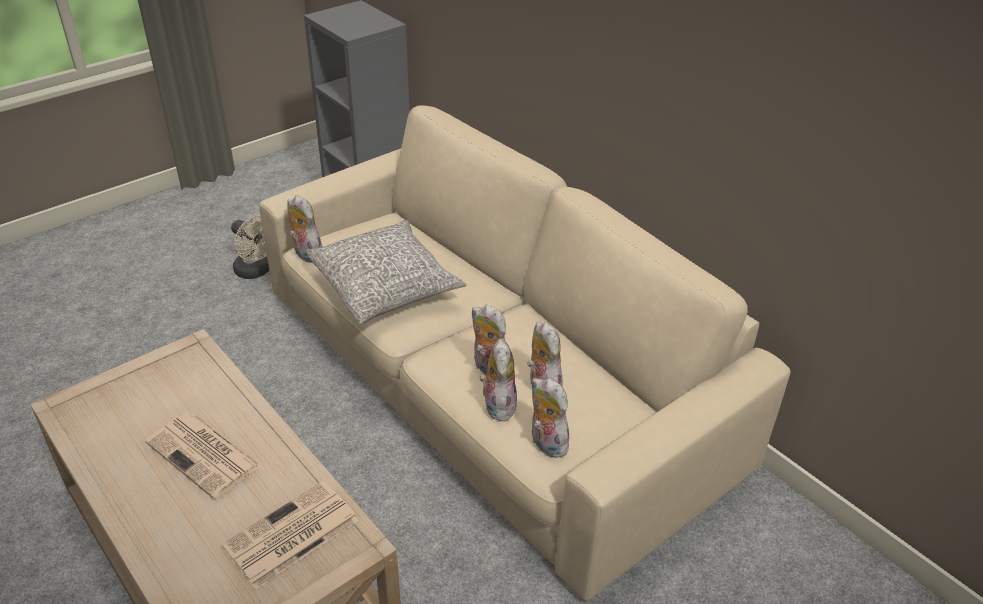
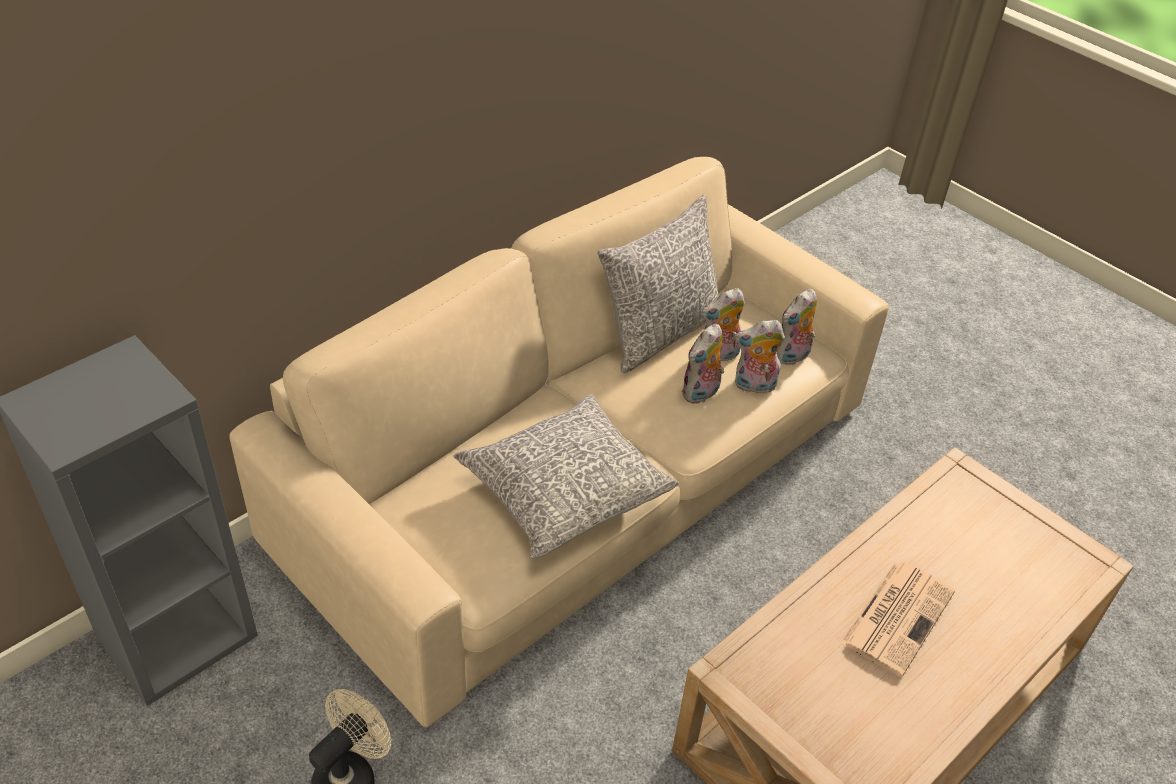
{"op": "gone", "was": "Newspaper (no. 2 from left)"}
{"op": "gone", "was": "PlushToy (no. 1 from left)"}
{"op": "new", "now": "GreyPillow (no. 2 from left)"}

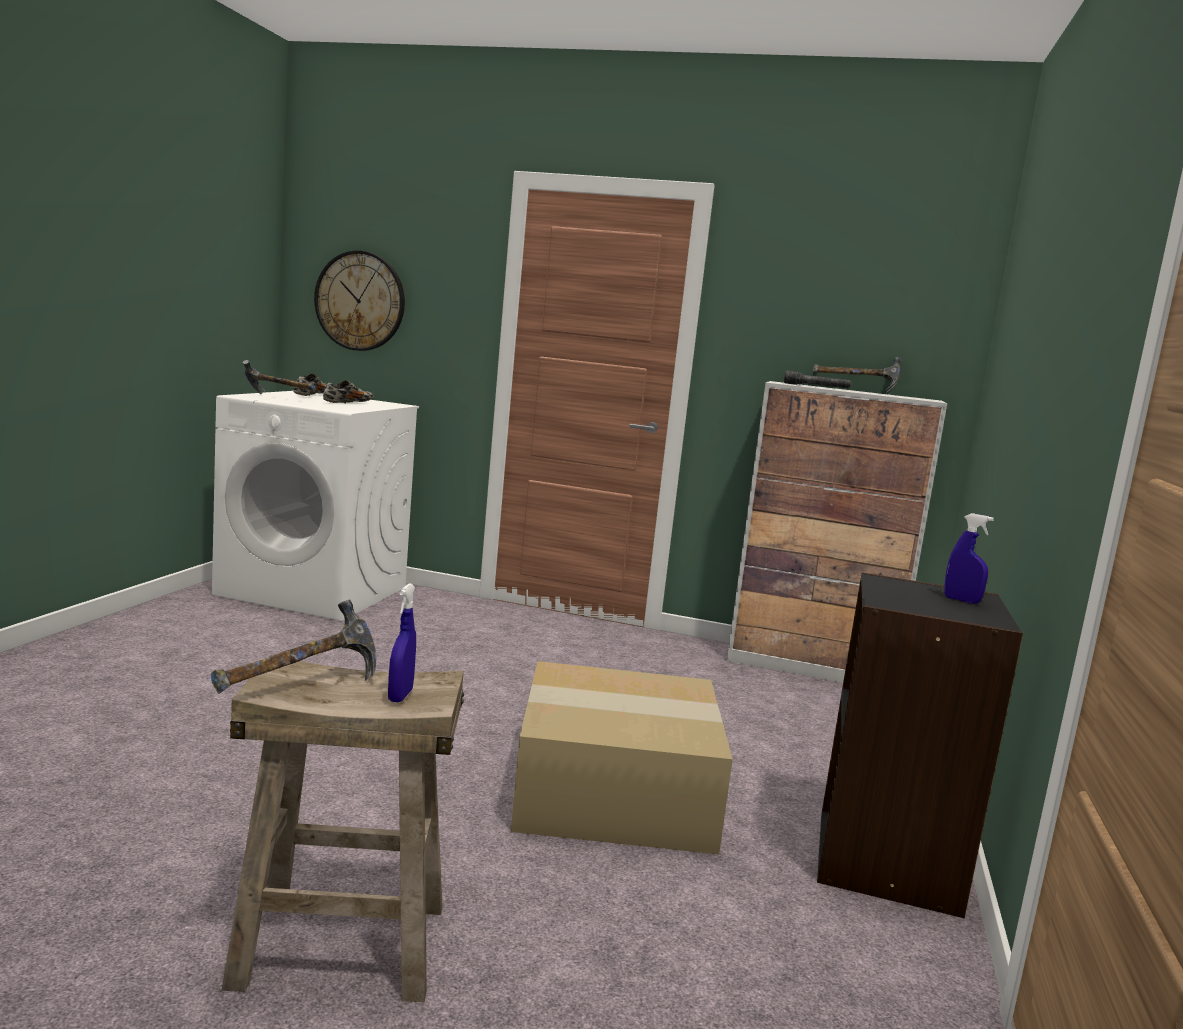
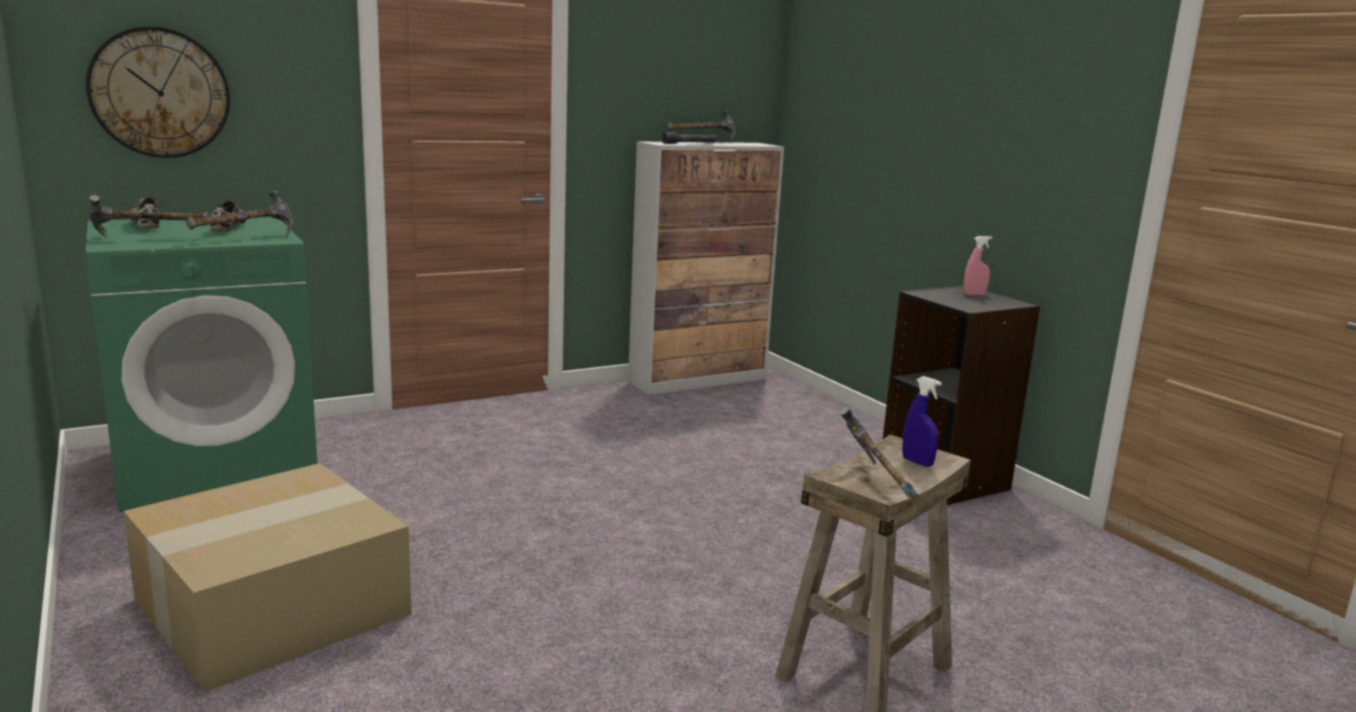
{"op": "new", "now": "Hammer (no. 2 from left)"}
{"op": "shifted", "was": "CardboardBox"}
{"op": "repainted", "was": "WhiteWashingMachine", "now": "GreenWashingMachine"}
{"op": "repainted", "was": "BlueSprayBottle (no. 2 from left)", "now": "PinkSprayBottle"}

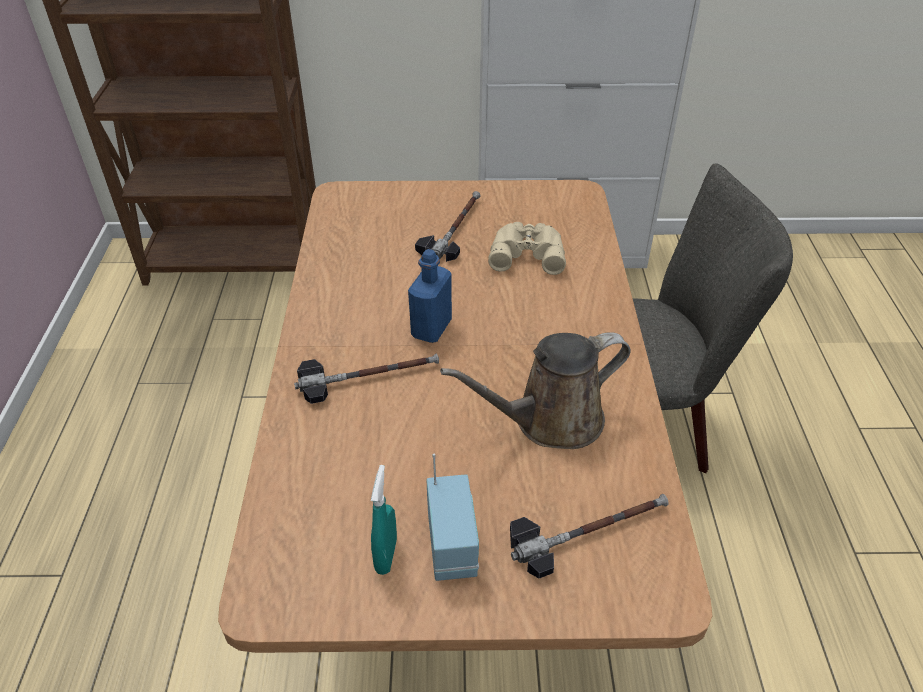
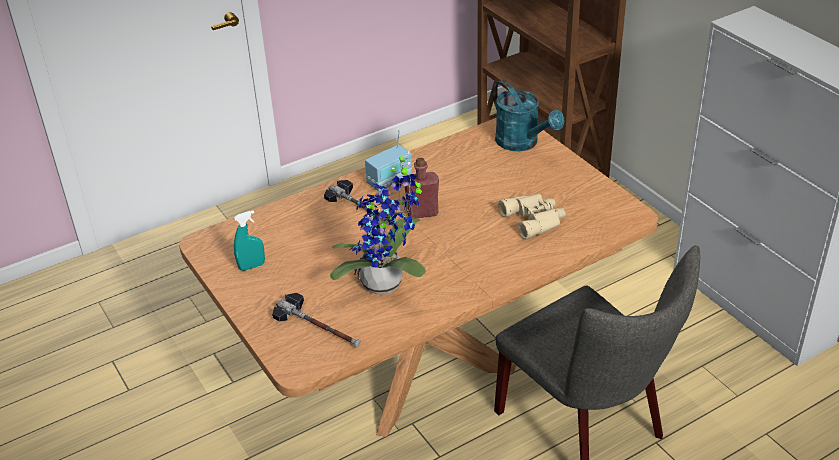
{"op": "gone", "was": "Hammer (no. 2 from left)"}
{"op": "new", "now": "TurquoiseWateringCan"}
{"op": "shifted", "was": "Radio"}
{"op": "swapped", "was": "BrownWateringCan", "now": "PottedPlant"}
{"op": "repainted", "was": "BlueBottle", "now": "RedBottle"}

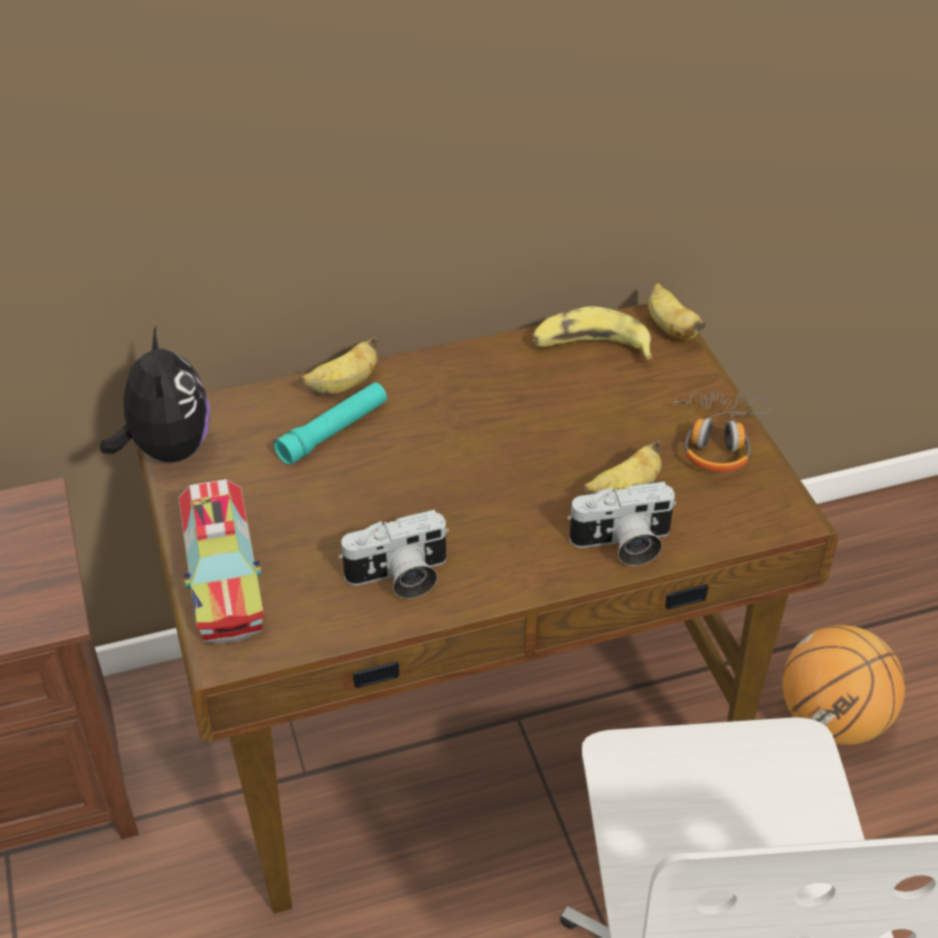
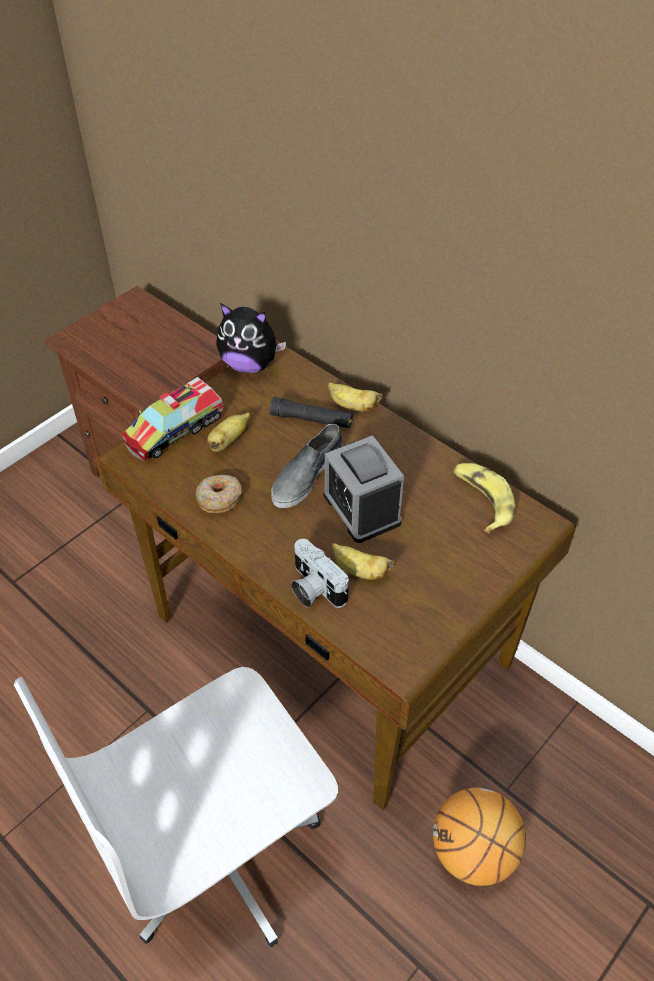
{"op": "gone", "was": "Headphones"}
{"op": "new", "now": "GreyShoe"}
{"op": "new", "now": "AlarmClock"}
{"op": "shifted", "was": "Banana (no. 4 from left in the first image)", "now": "Banana (no. 1 from left)"}
{"op": "swapped", "was": "PhotoCamera (no. 1 from left)", "now": "Donut"}
{"op": "repainted", "was": "TurquoiseFlashlight", "now": "BlackFlashlight"}
{"op": "rotated", "was": "PlushToy", "clockwise": 60}

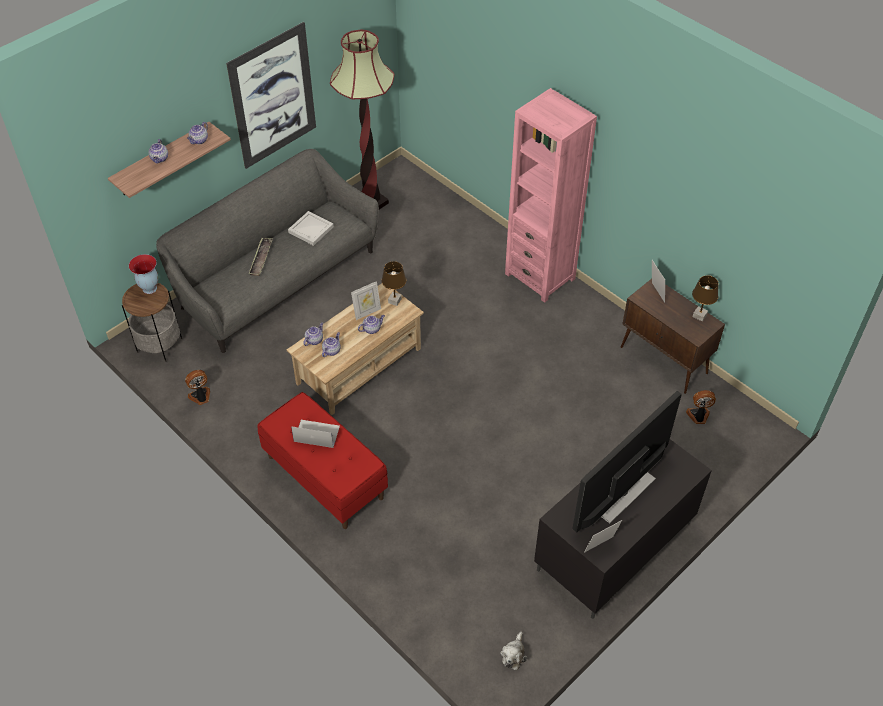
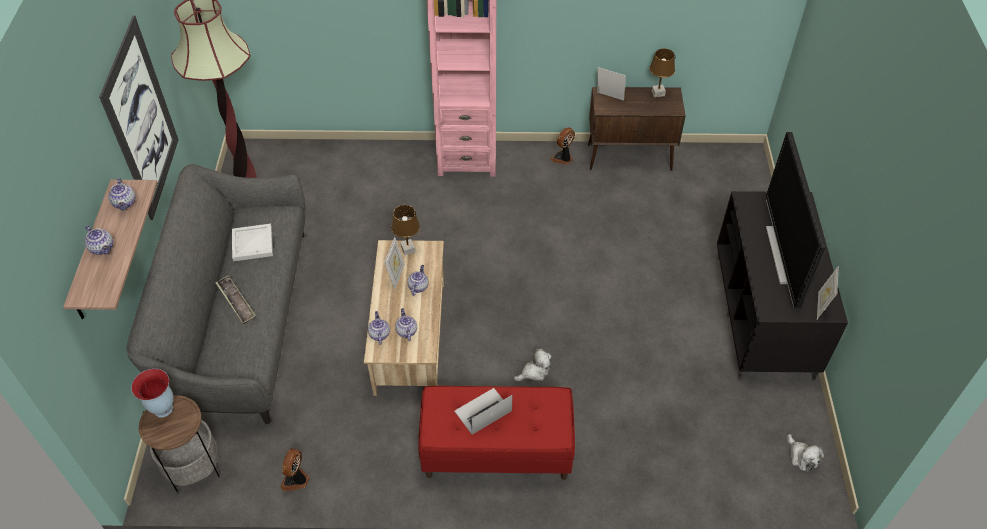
{"op": "new", "now": "PlushToy (no. 1 from left)"}
{"op": "shifted", "was": "Fan (no. 2 from left)"}

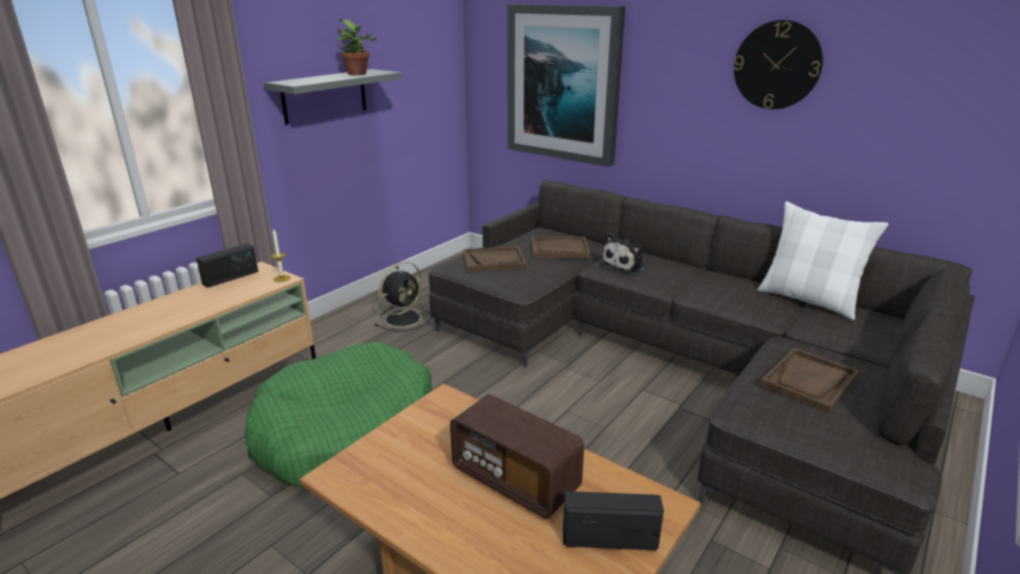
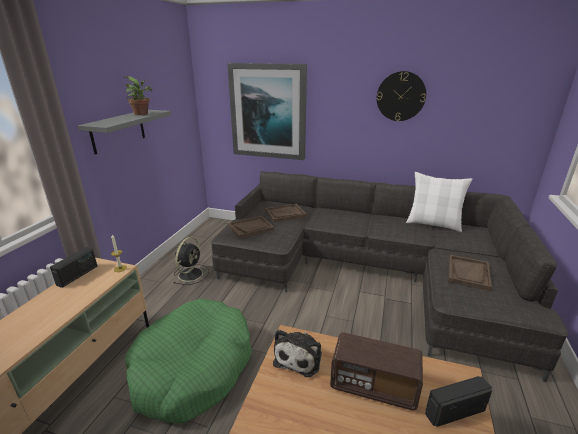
{"op": "shifted", "was": "PlushToy"}

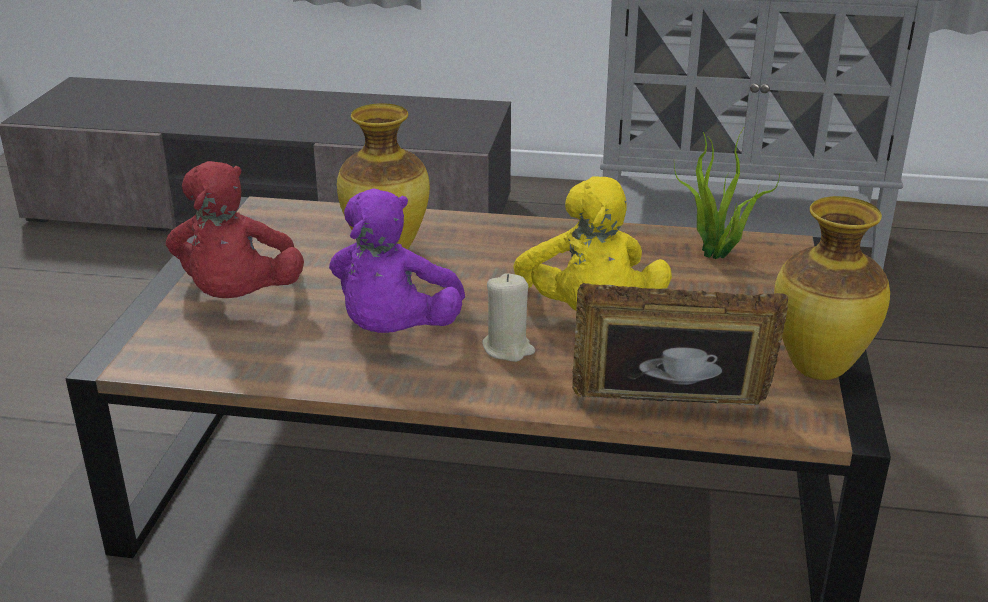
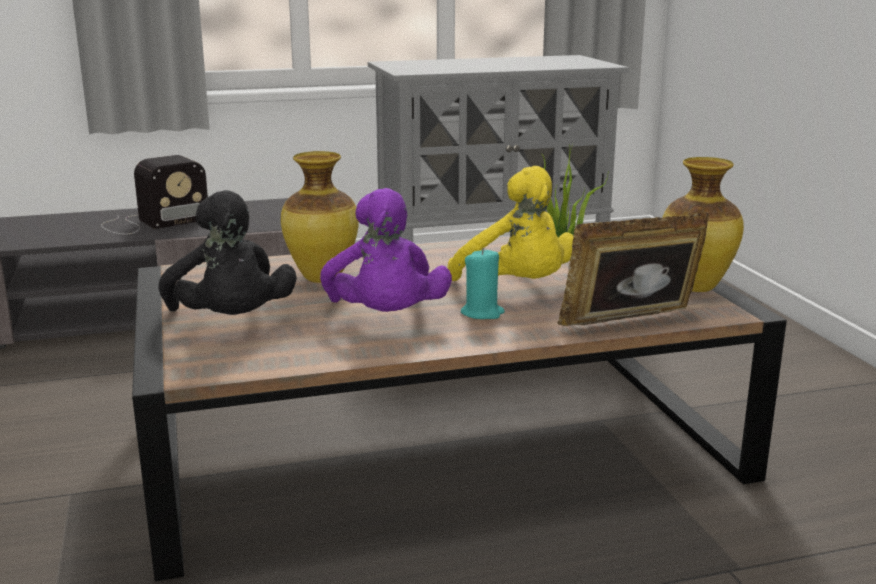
{"op": "new", "now": "Radio"}
{"op": "repainted", "was": "RedPlushToy", "now": "BlackPlushToy"}
{"op": "repainted", "was": "BeigeCandle", "now": "TurquoiseCandle"}

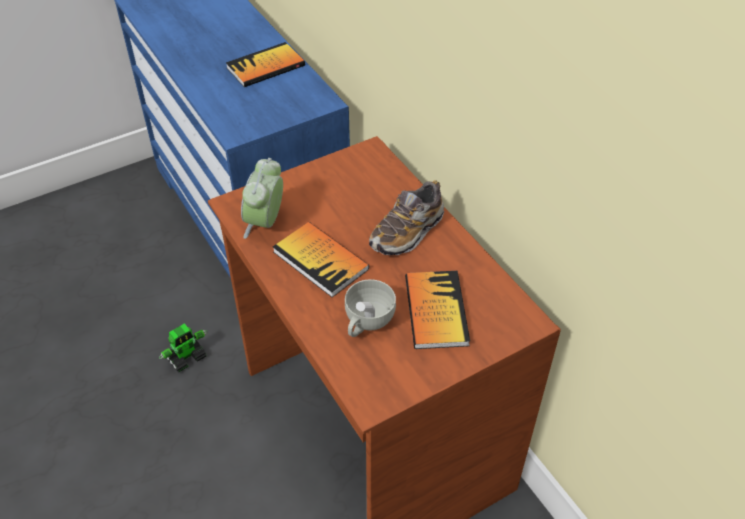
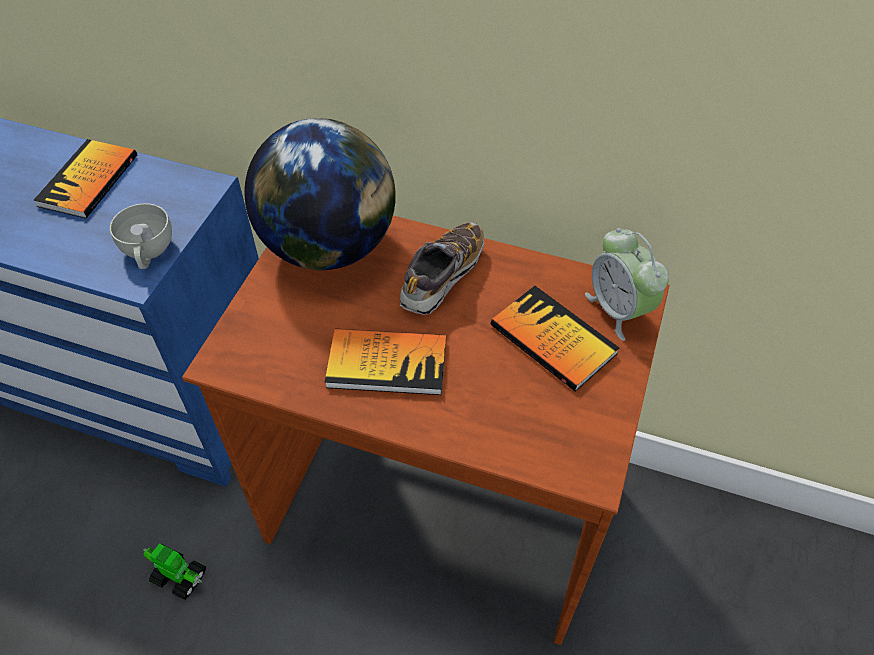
{"op": "new", "now": "Globe"}
{"op": "shifted", "was": "AlarmClock"}
{"op": "shifted", "was": "WhiteCup"}
{"op": "rotated", "was": "ToyRobot", "clockwise": -75}
{"op": "rotated", "was": "Shoe", "clockwise": -150}

